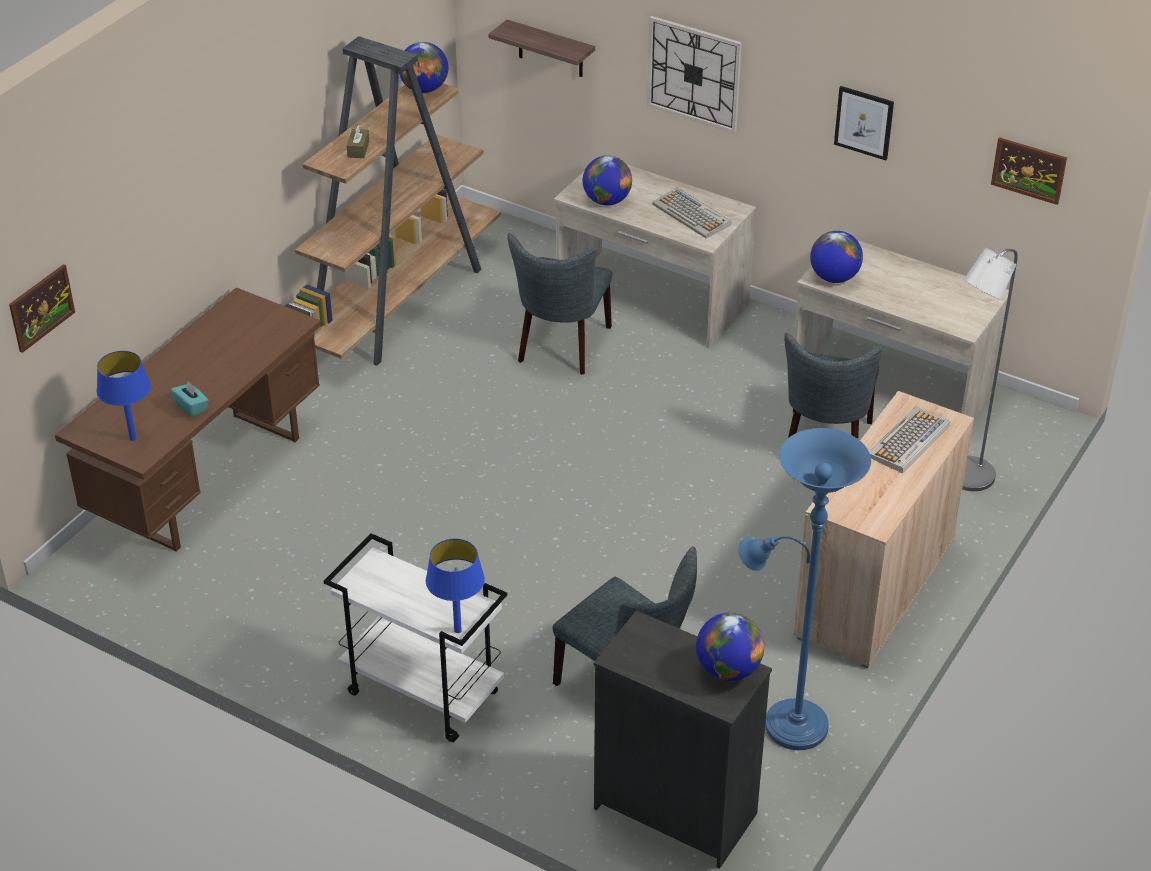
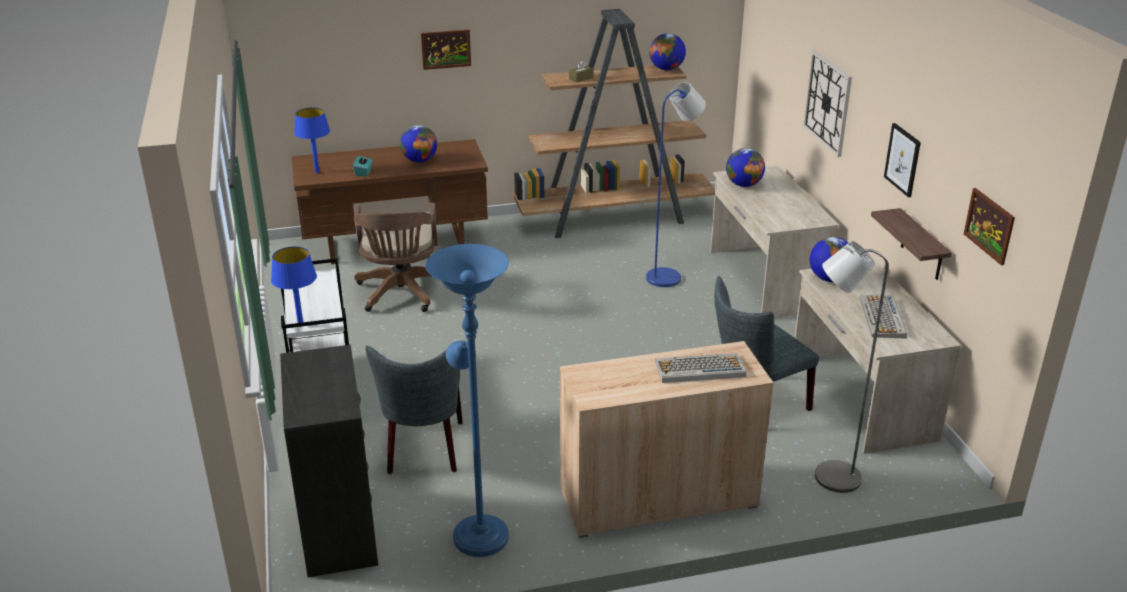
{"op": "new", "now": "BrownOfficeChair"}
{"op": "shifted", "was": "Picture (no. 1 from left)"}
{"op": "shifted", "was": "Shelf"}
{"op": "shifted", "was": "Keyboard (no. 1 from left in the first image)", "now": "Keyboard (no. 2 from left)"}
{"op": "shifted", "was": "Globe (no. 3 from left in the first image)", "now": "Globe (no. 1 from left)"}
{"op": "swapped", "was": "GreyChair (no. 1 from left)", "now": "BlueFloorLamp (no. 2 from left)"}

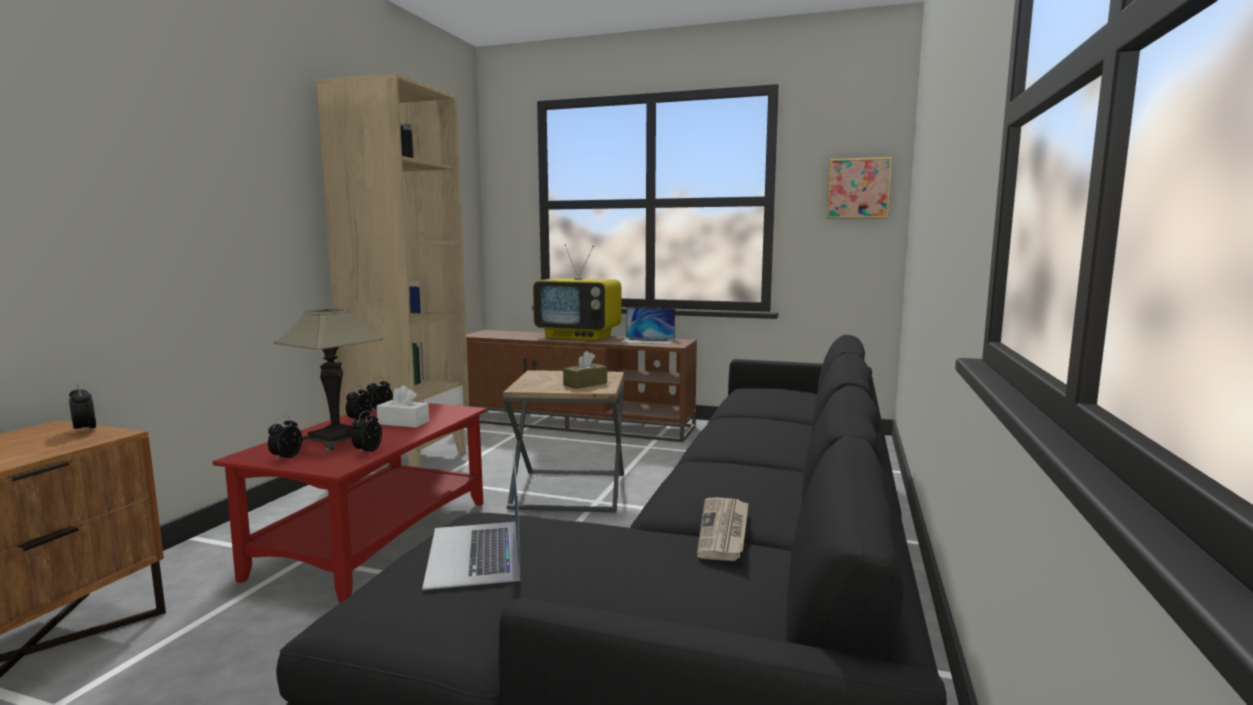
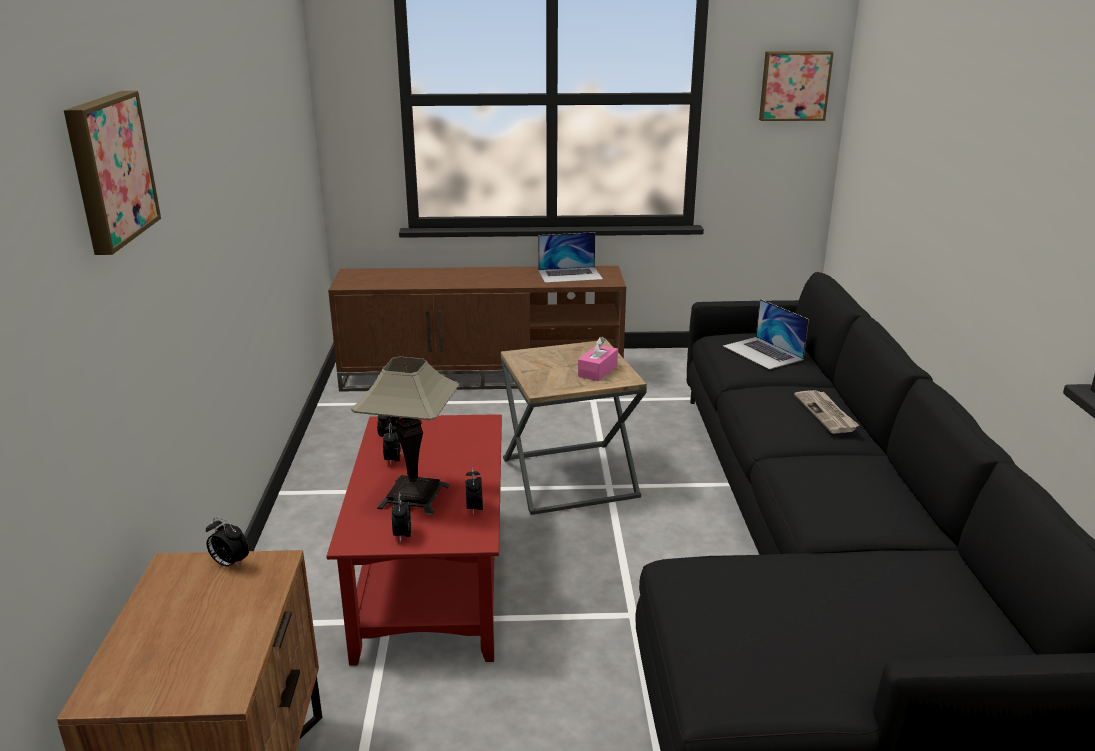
{"op": "gone", "was": "BeigeBookcase"}
{"op": "gone", "was": "WhiteTissueBox"}
{"op": "gone", "was": "Television"}
{"op": "new", "now": "Picture (no. 1 from left)"}
{"op": "shifted", "was": "Laptop (no. 1 from left in the first image)", "now": "Laptop (no. 2 from left)"}
{"op": "shifted", "was": "Newspaper"}
{"op": "repainted", "was": "BrownTissueBox", "now": "PinkTissueBox"}

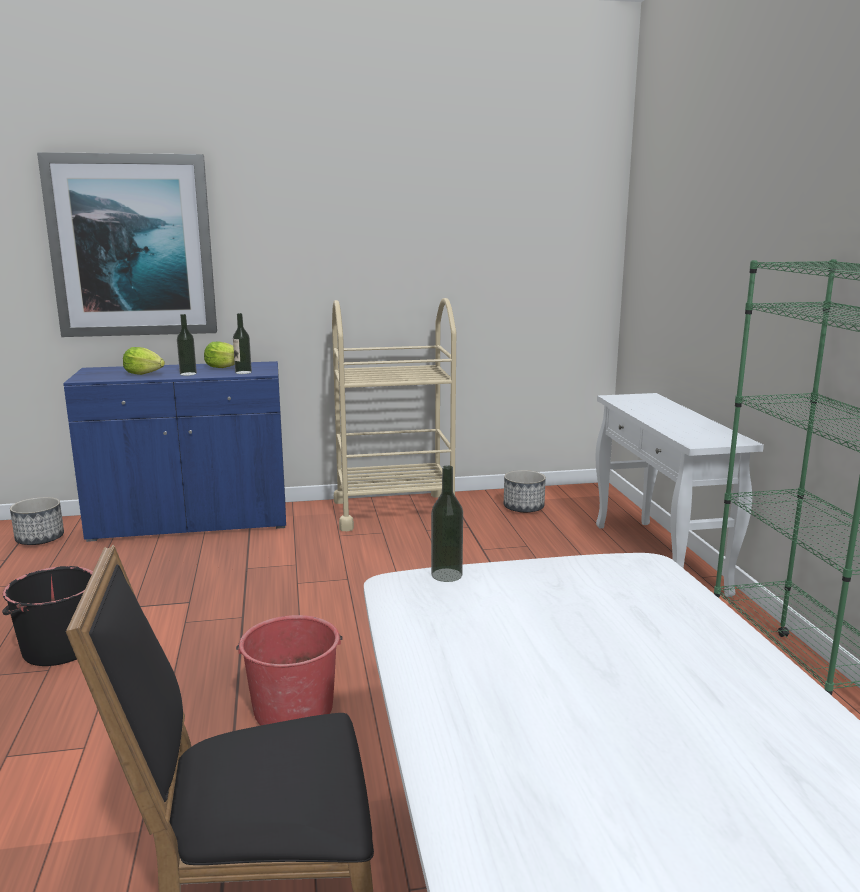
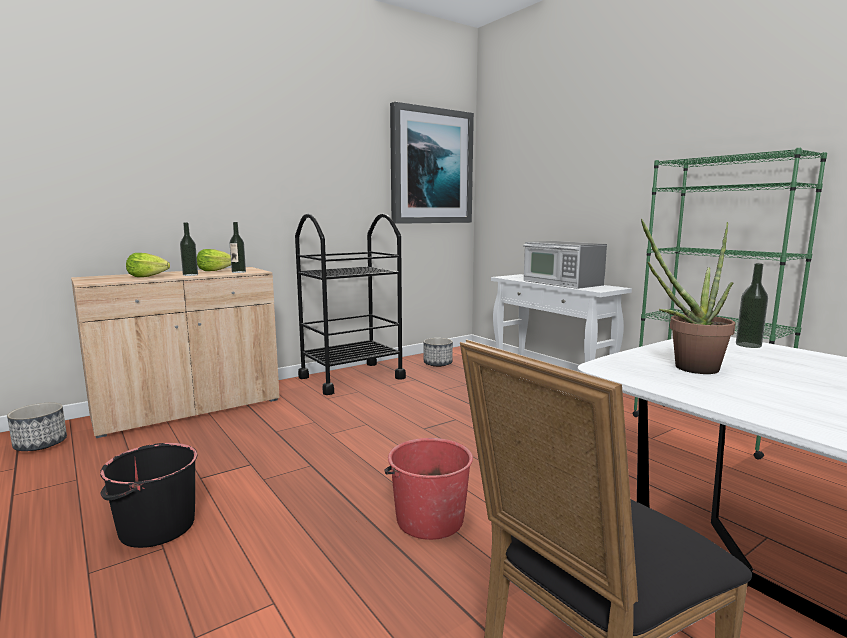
{"op": "new", "now": "Microwave"}
{"op": "new", "now": "PottedPlant"}
{"op": "shifted", "was": "Picture"}
{"op": "shifted", "was": "Bottle (no. 3 from left)"}
{"op": "repainted", "was": "BlueCabinet", "now": "BeigeCabinet"}
{"op": "repainted", "was": "BeigeCart", "now": "BlackCart"}

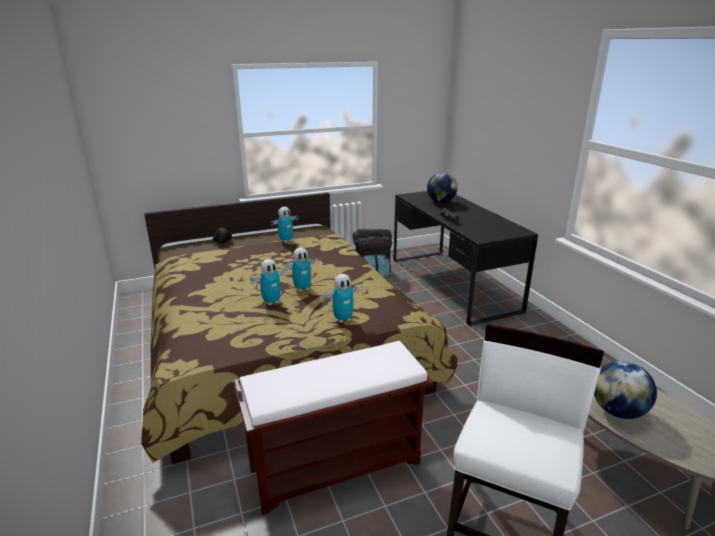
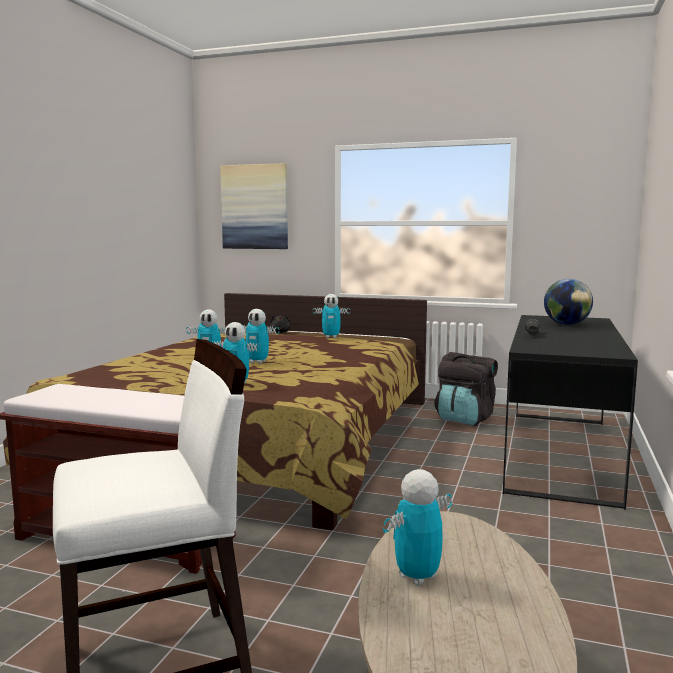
{"op": "new", "now": "Picture"}
{"op": "swapped", "was": "Globe (no. 2 from left)", "now": "ToyRobot (no. 5 from left)"}

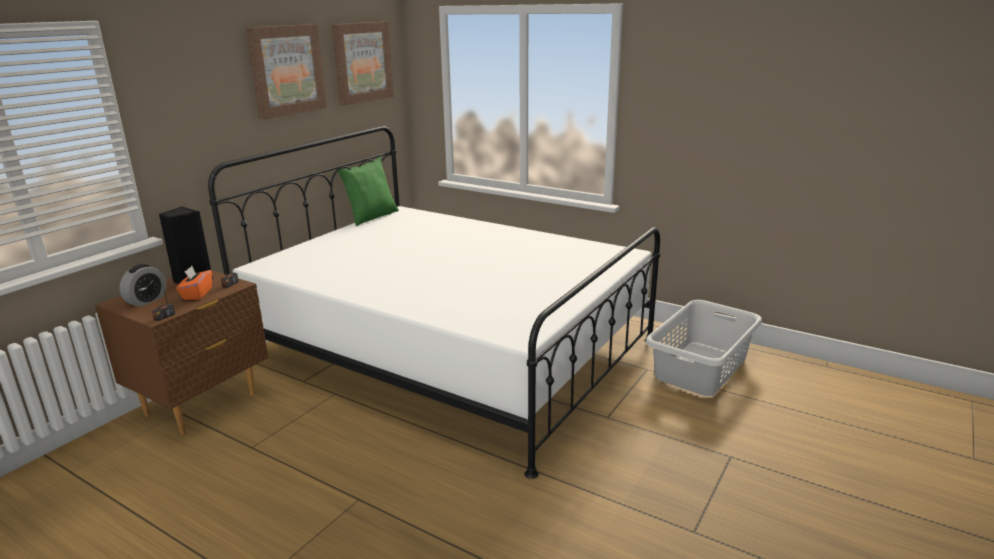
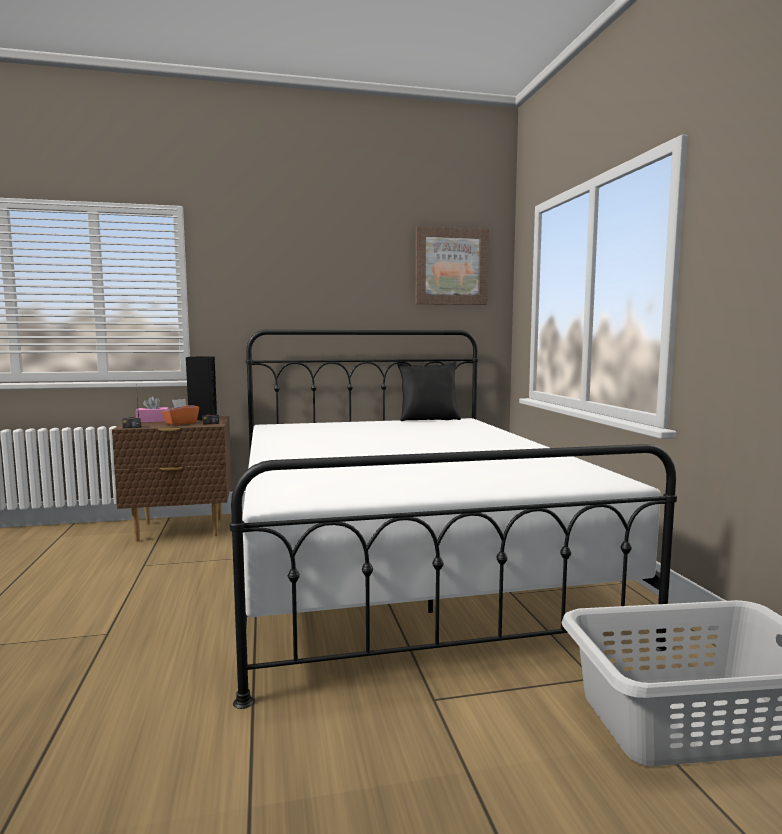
{"op": "gone", "was": "Picture (no. 1 from left)"}
{"op": "swapped", "was": "AlarmClock", "now": "PinkTissueBox"}
{"op": "repainted", "was": "GreenPillow", "now": "BlackPillow"}

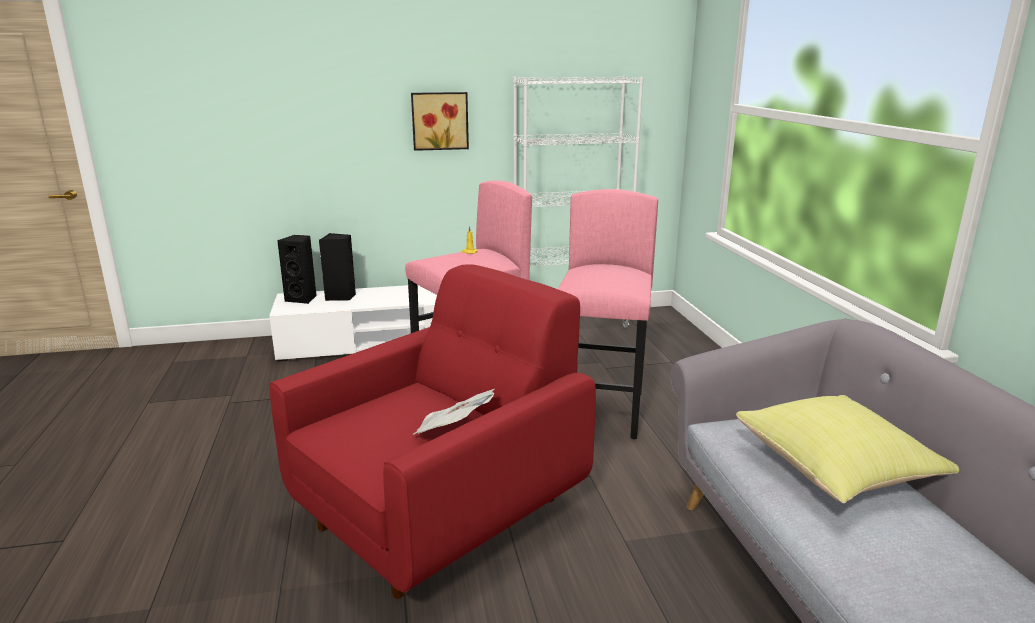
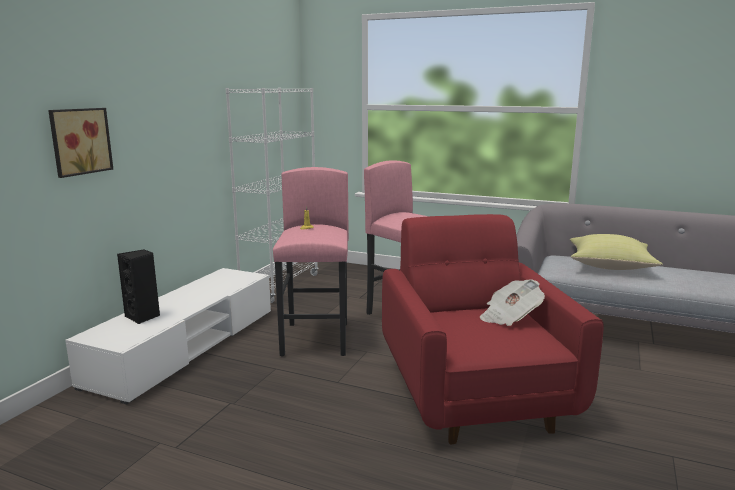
{"op": "gone", "was": "BlackSpeaker (no. 1 from left)"}
{"op": "shifted", "was": "Picture"}

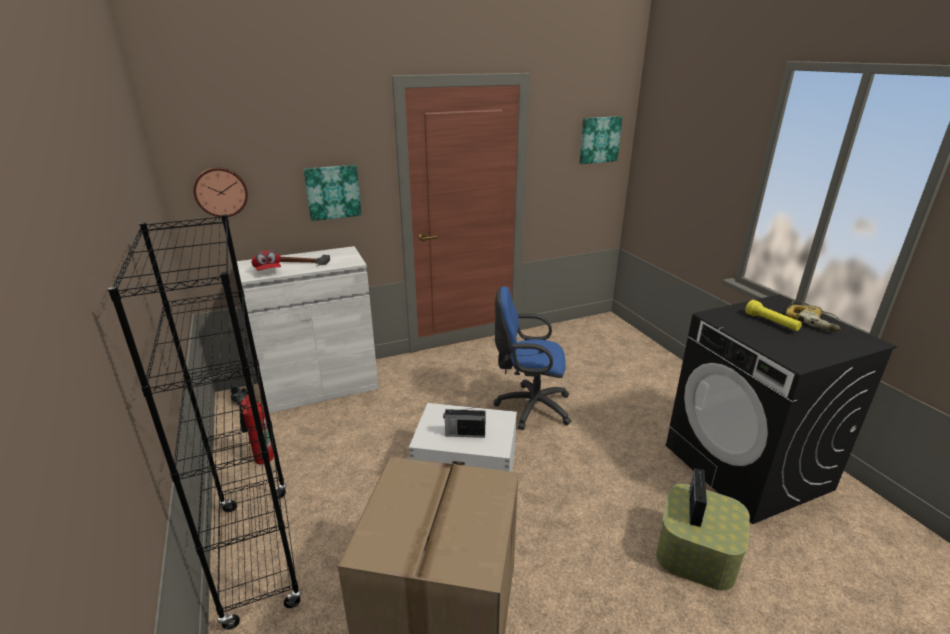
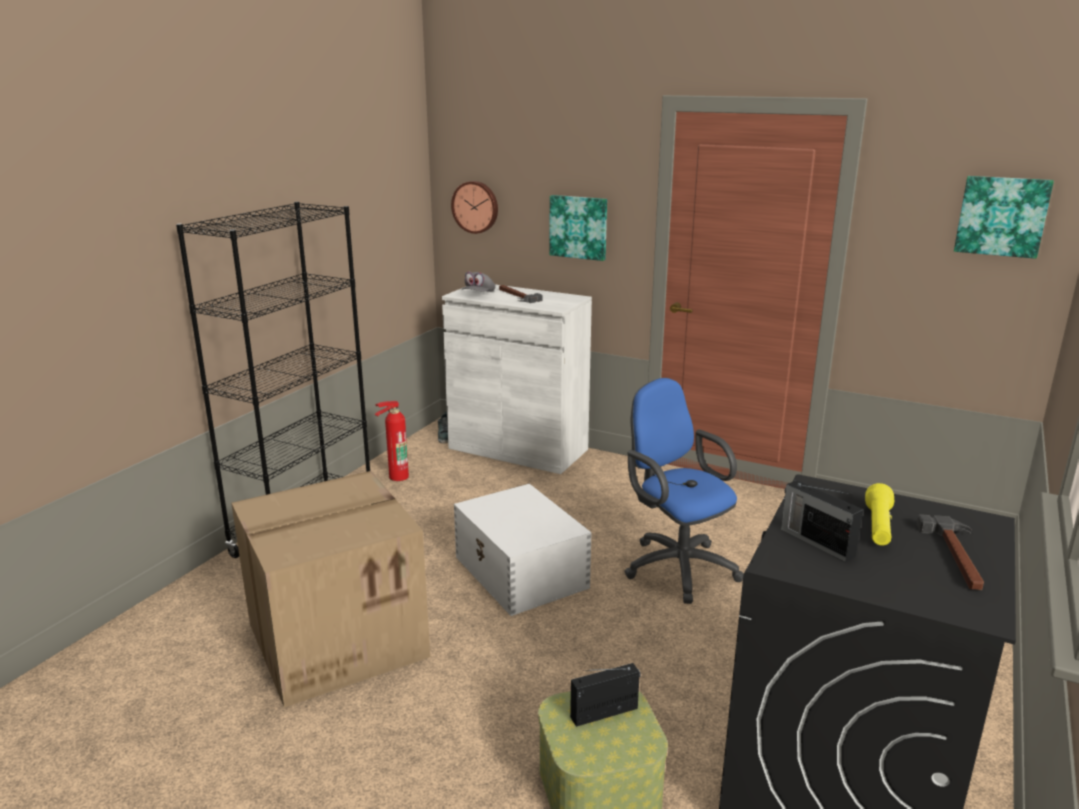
{"op": "shifted", "was": "Radio (no. 1 from left in the first image)", "now": "Radio (no. 2 from left)"}
{"op": "swapped", "was": "PowerDrill", "now": "Hammer (no. 2 from left)"}
{"op": "repainted", "was": "RedCap", "now": "GreyCap"}

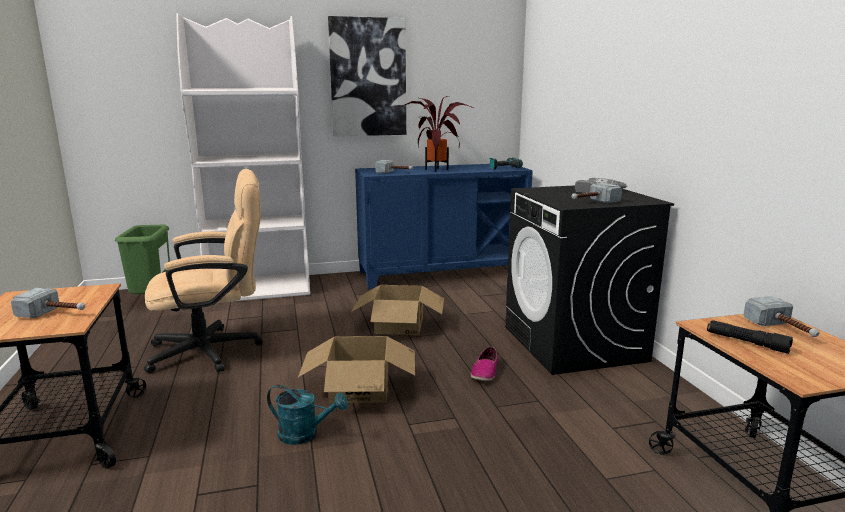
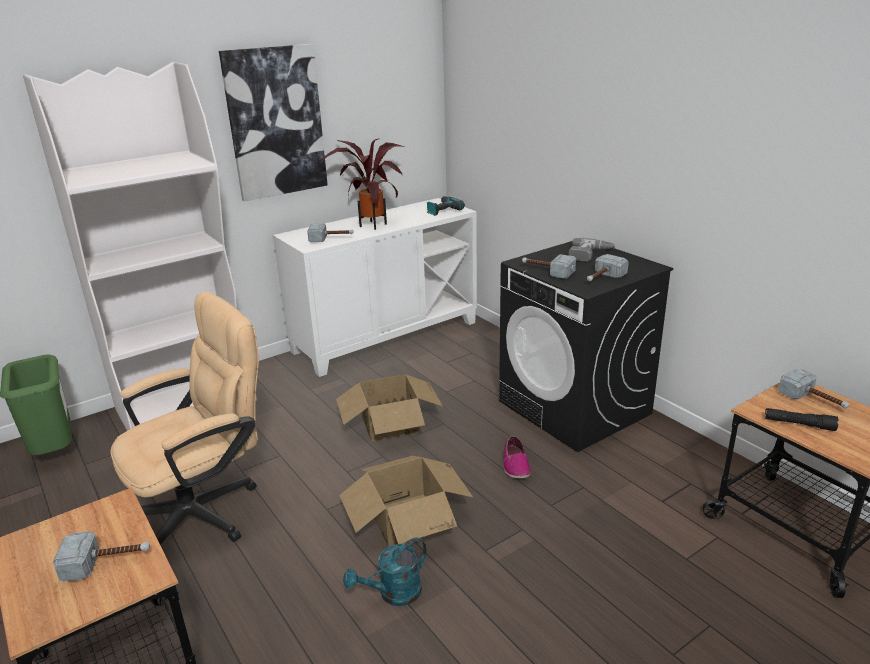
{"op": "new", "now": "Hammer (no. 3 from left)"}
{"op": "repainted", "was": "BlueCabinet", "now": "WhiteCabinet"}
{"op": "rotated", "was": "TurquoiseWateringCan", "clockwise": 150}

